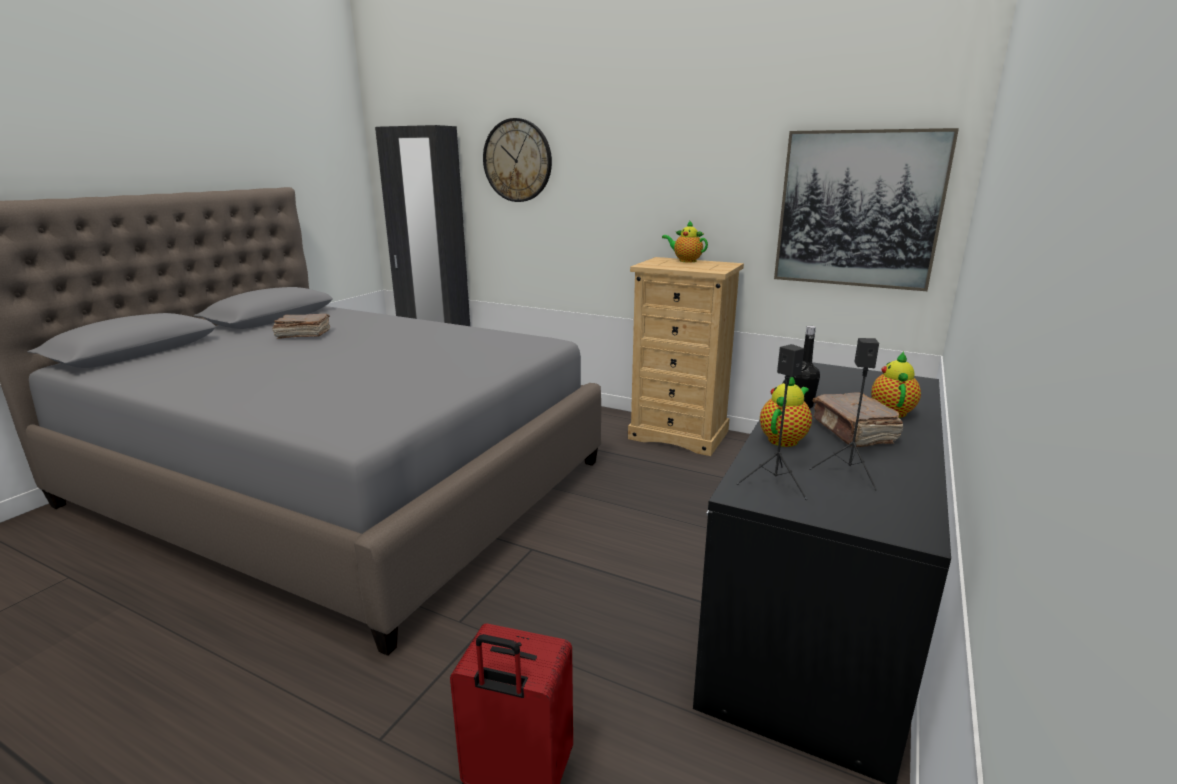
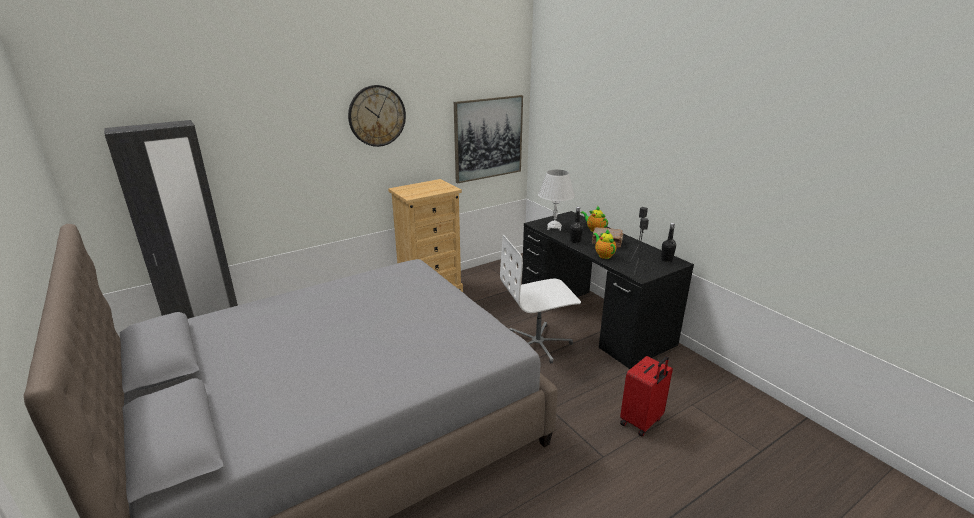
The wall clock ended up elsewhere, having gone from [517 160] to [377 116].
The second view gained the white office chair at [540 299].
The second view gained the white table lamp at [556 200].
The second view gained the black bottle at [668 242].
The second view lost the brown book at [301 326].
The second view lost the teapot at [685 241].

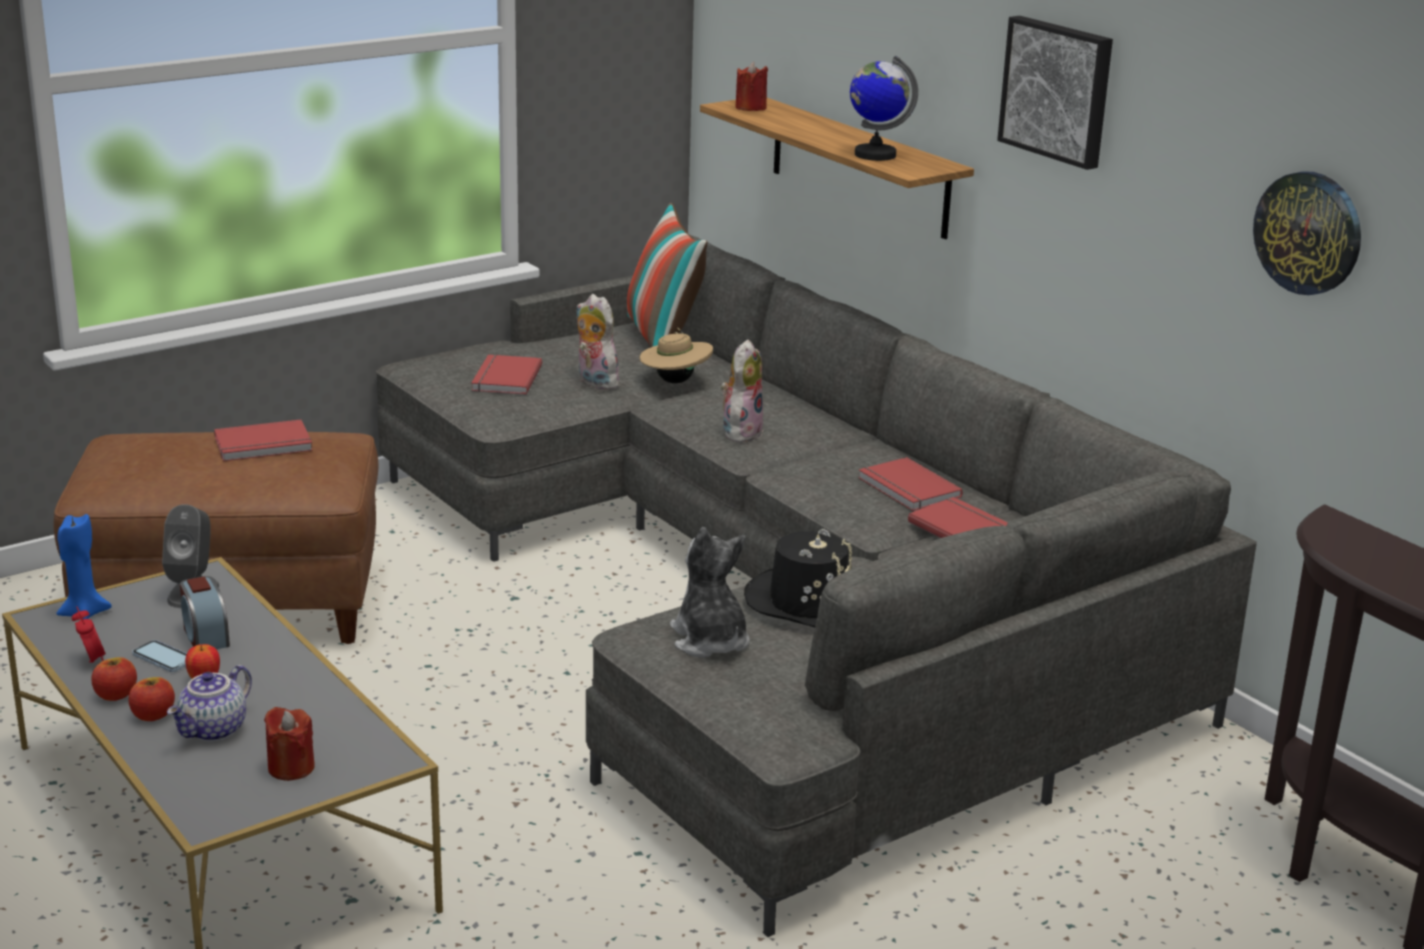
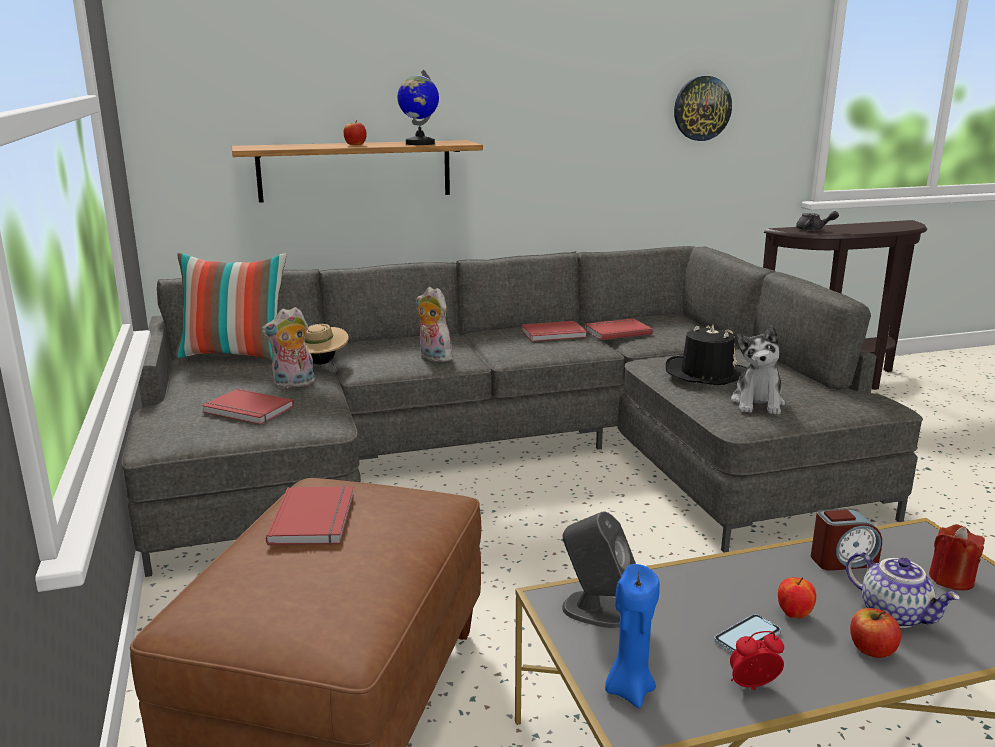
The apple ended up elsewhere, having gone from [114 679] to [355 132].
The plush toy at [710 592] ended up facing another way, 75 degrees counterclockwise from before.
The second view gained the grey teapot at [817 221].
The alarm clock ended up elsewhere, having gone from [205 612] to [846 539].
The second view lost the red candle at [751 86].
The second view lost the picture at [1055 93].

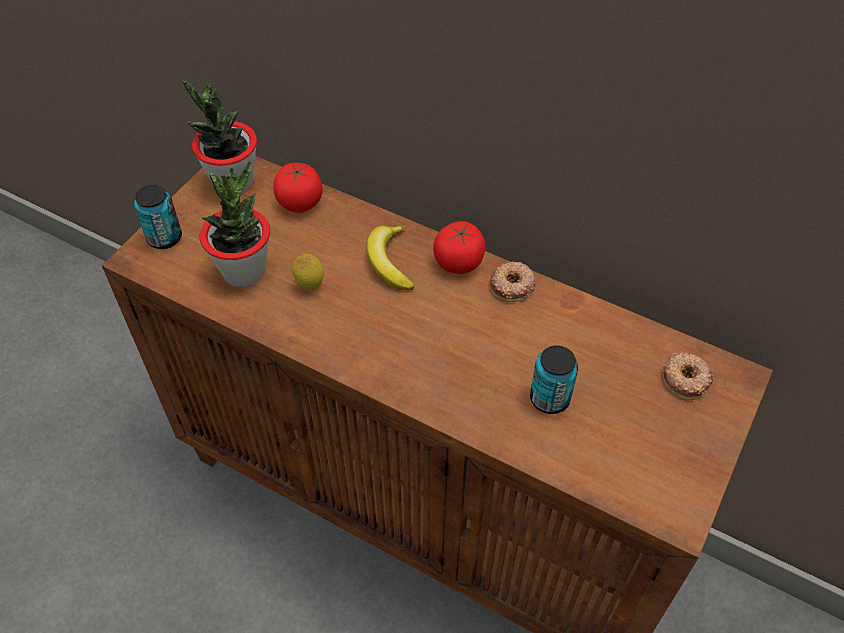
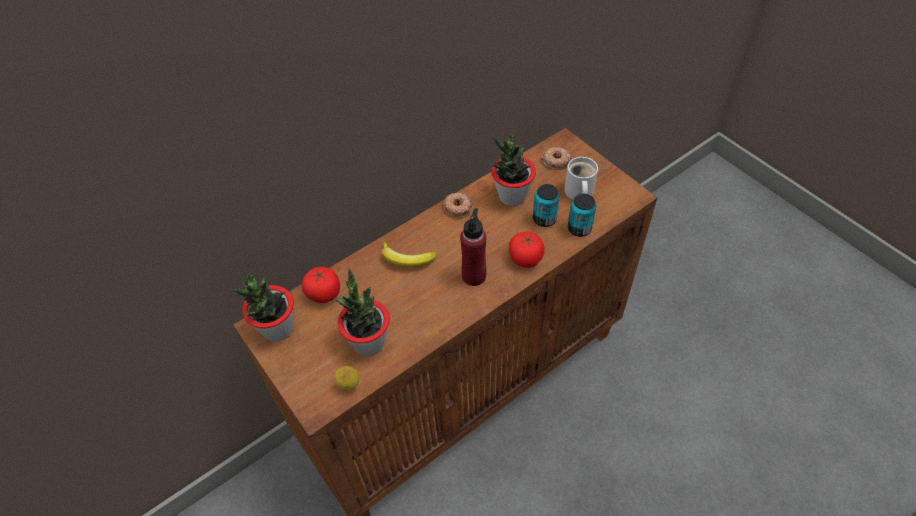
The lemon ended up elsewhere, having gone from [308 272] to [347 378].
The second view gained the red bottle at [473 247].
The second view gained the potted plant at [513 169].
The tomato ended up elsewhere, having gone from [459 247] to [527 250].
The second view gained the white mug at [581 178].
The can ended up elsewhere, having gone from [158 217] to [582 215].

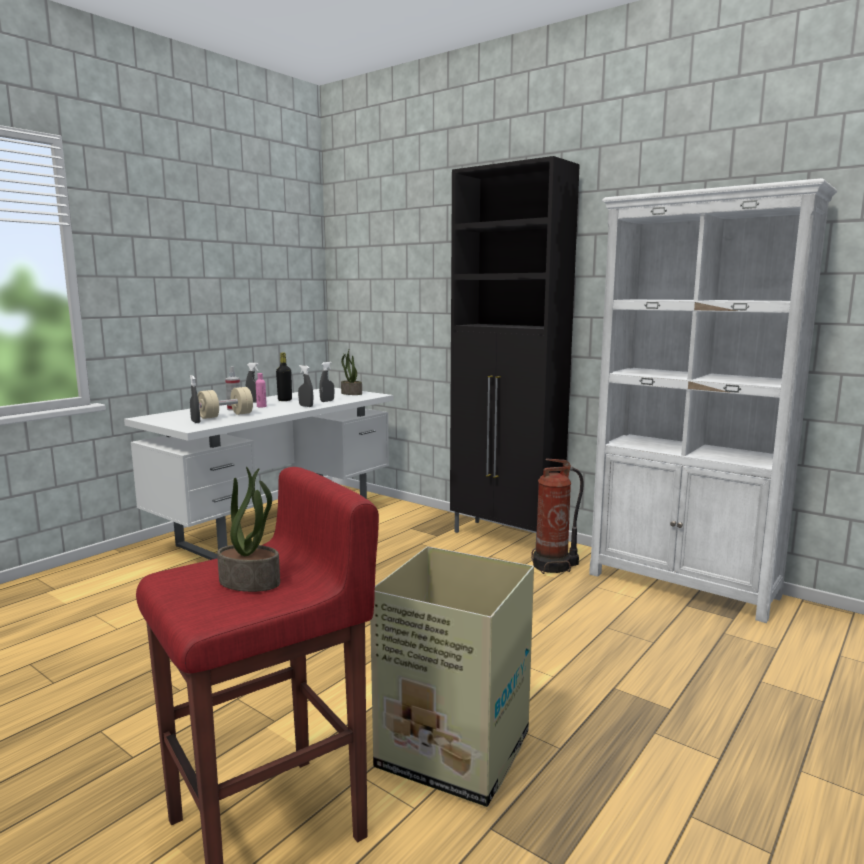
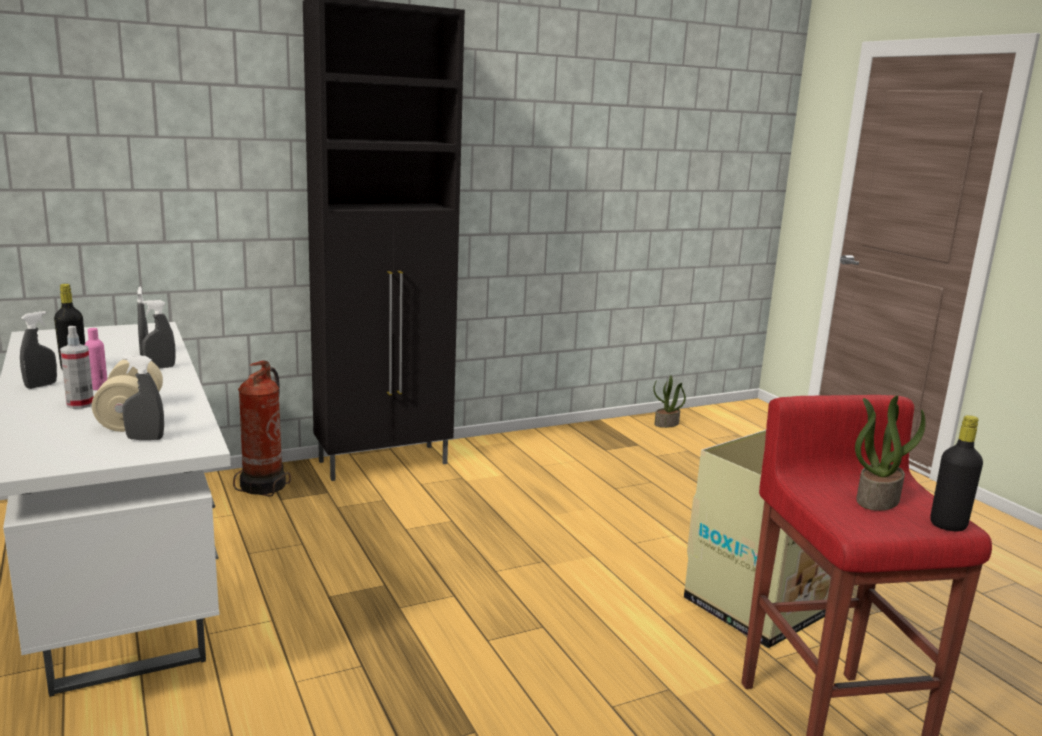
The fire extinguisher ended up elsewhere, having gone from [557 516] to [262 428].
The potted plant ended up elsewhere, having gone from [351 372] to [669 401].
The second view gained the black bottle at [956 473].
The second view lost the white bookcase at [713 400].

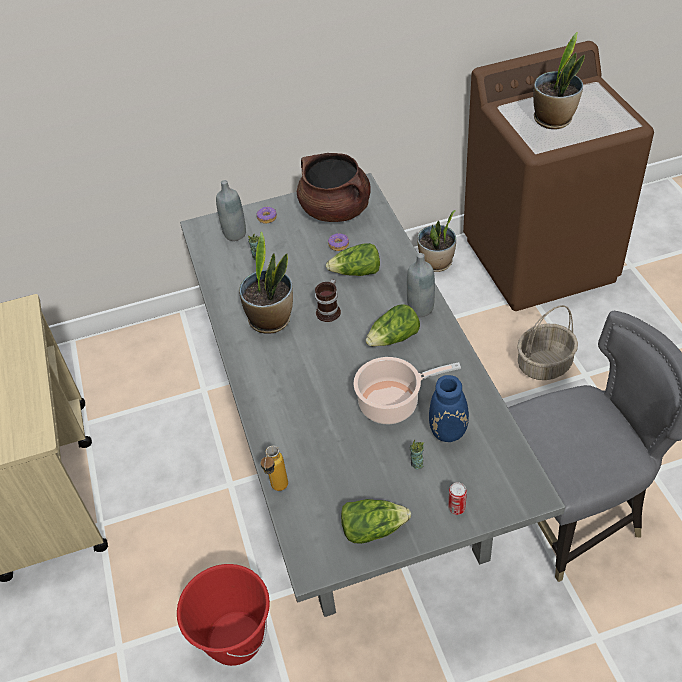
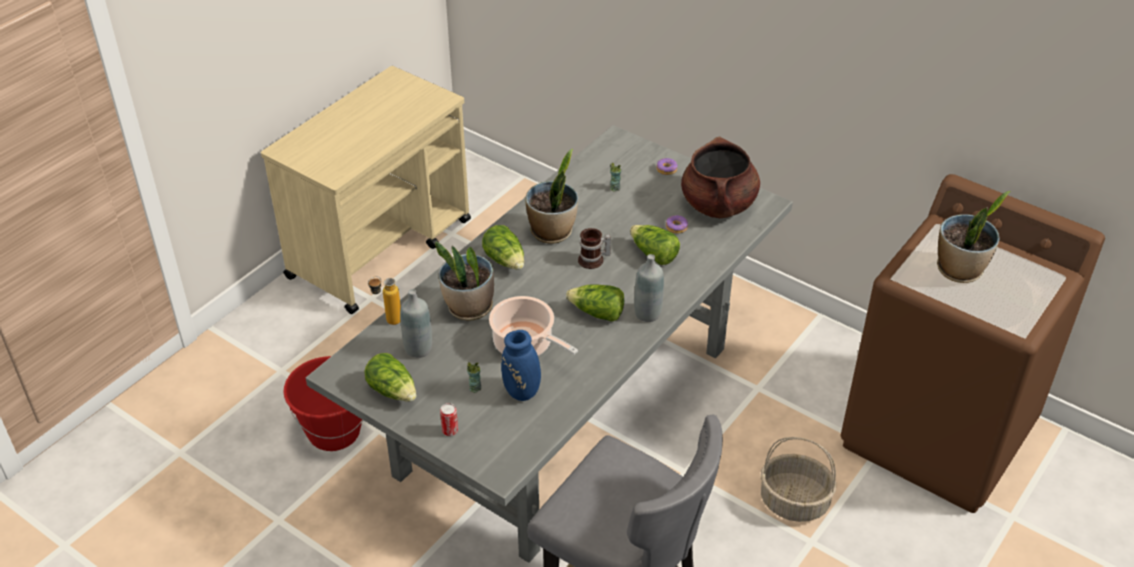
The grey bottle ended up elsewhere, having gone from [231 210] to [416 323].
The potted plant ended up elsewhere, having gone from [436 241] to [464 281].
The second view gained the lettuce at [503 247].

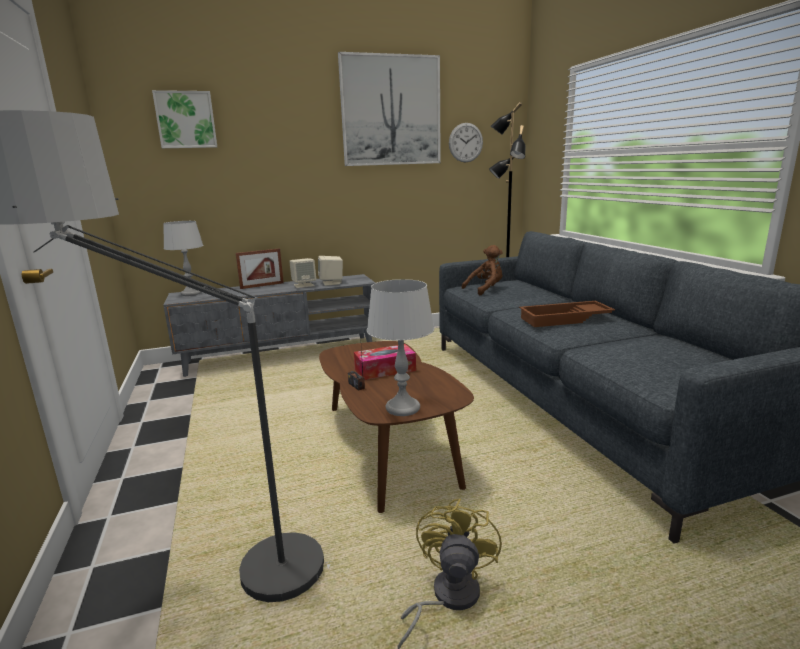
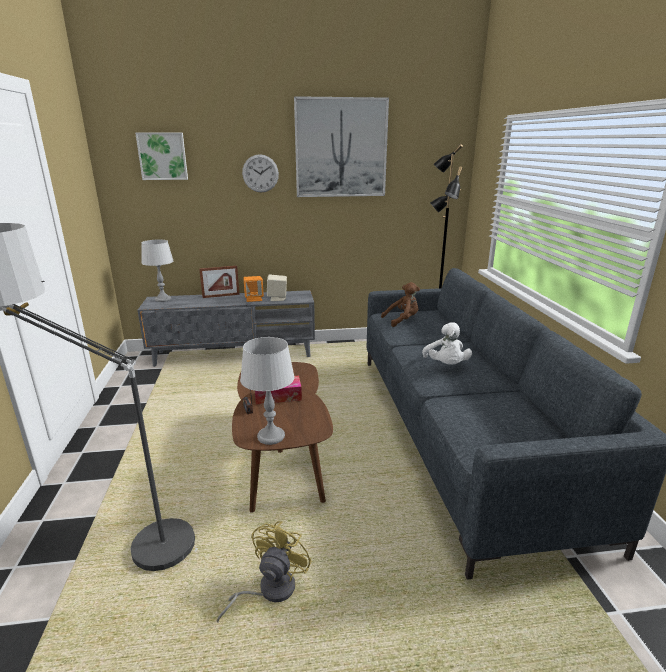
The wall clock ended up elsewhere, having gone from [466 143] to [260 173].
What was the beige speaker at [303 273] turned into the orange speaker at [253 289].
Where the brown tray stood at [567 314], the white plush toy came to stand at [447 343].

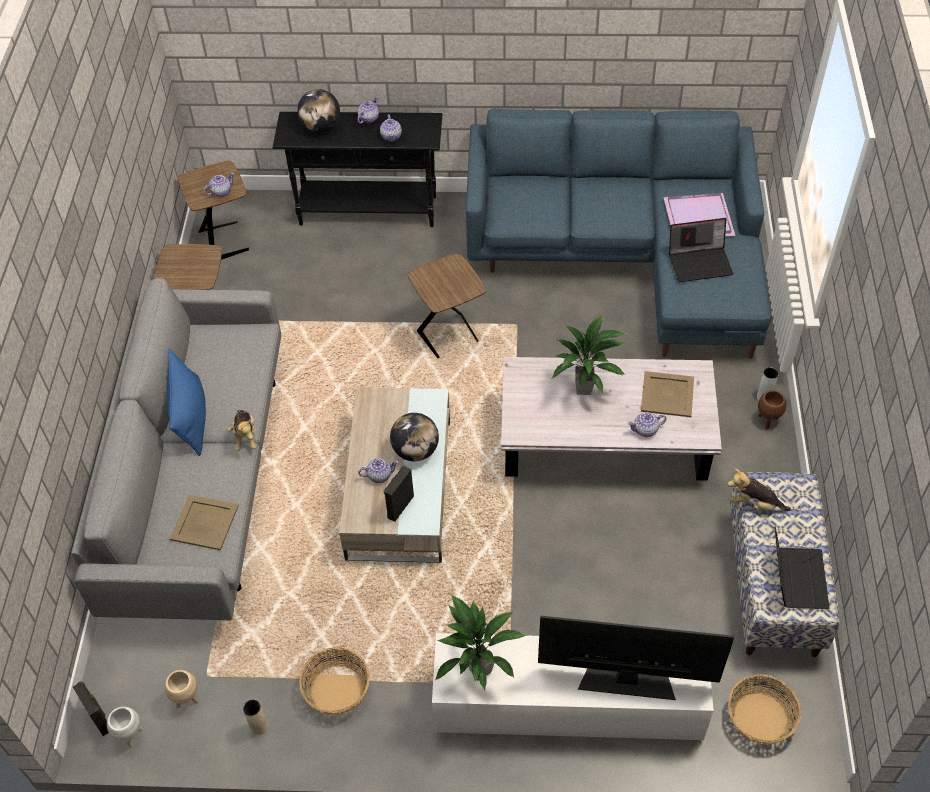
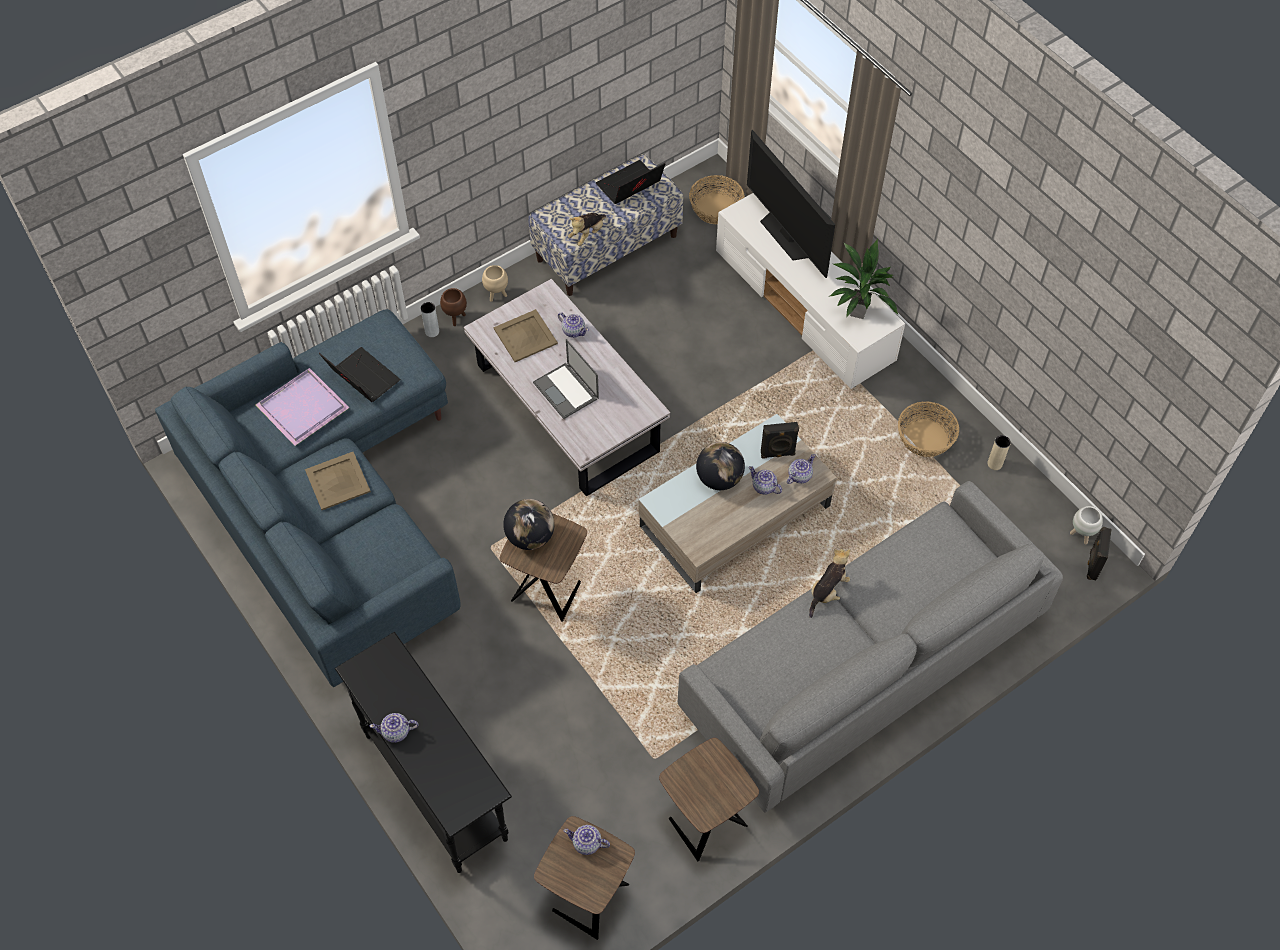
The beige tray ended up elsewhere, having gone from [204 522] to [338 481].
The beige planter ended up elsewhere, having gone from [182 689] to [495 283].
The globe ended up elsewhere, having gone from [318 111] to [529 524].
Where the potted plant stood at [589 355], the laptop came to stand at [566 379].
The plush toy at [759 490] ended up facing another way, 60 degrees clockwise from before.
The teapot ended up elsewhere, having gone from [391 128] to [801 469].
The second view lost the blue pillow at [186 402].

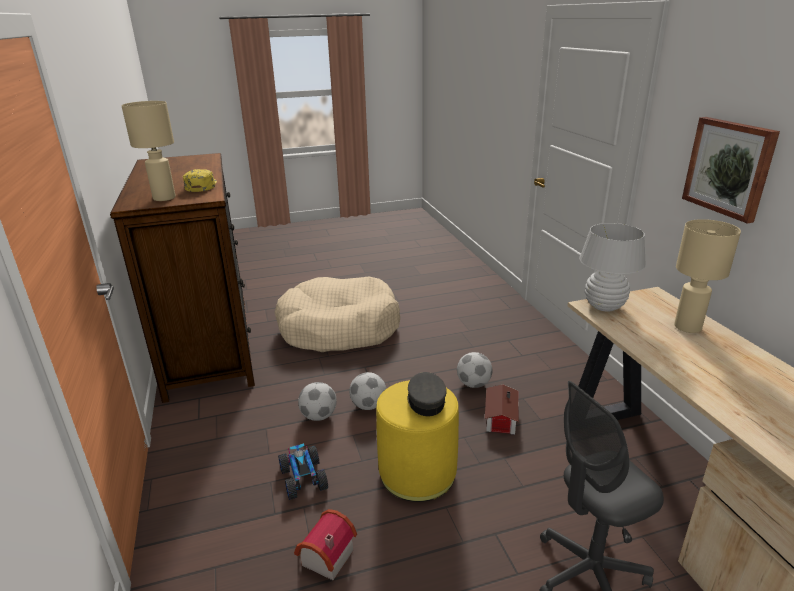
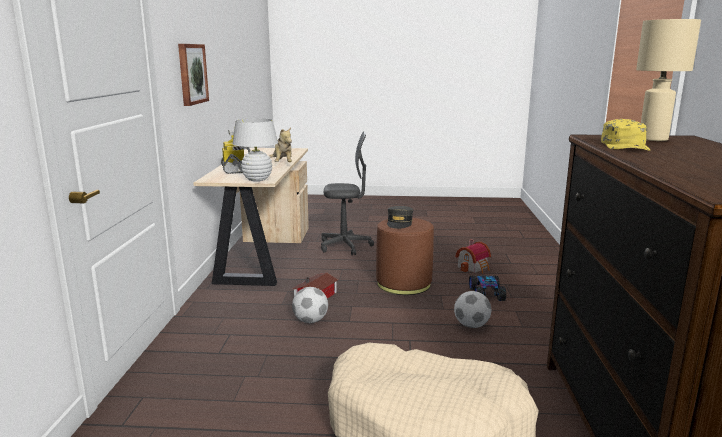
Where the beige table lamp stood at [707 276], the toy robot came to stand at [235 151].
The second view gained the plush toy at [281 144].
What was the yellow ottoman at [417 441] turned into the brown ottoman at [405 256].
The second view lost the football at [367 391].

